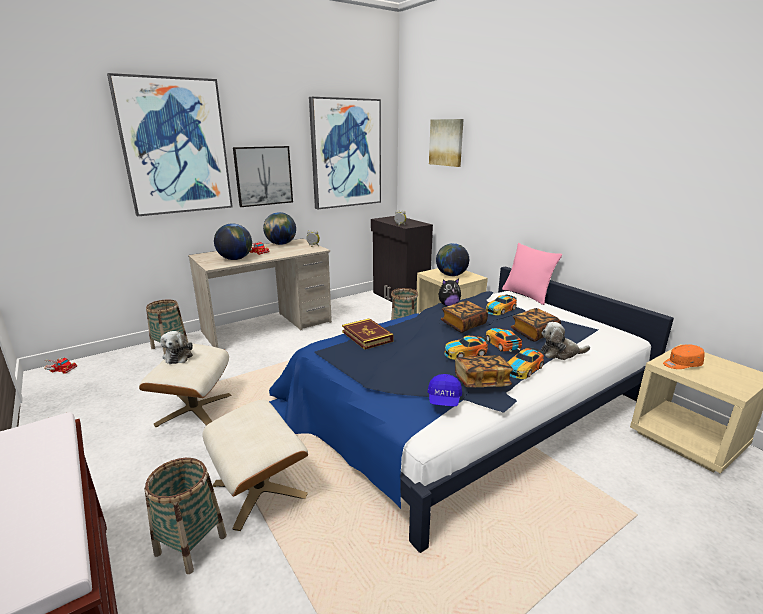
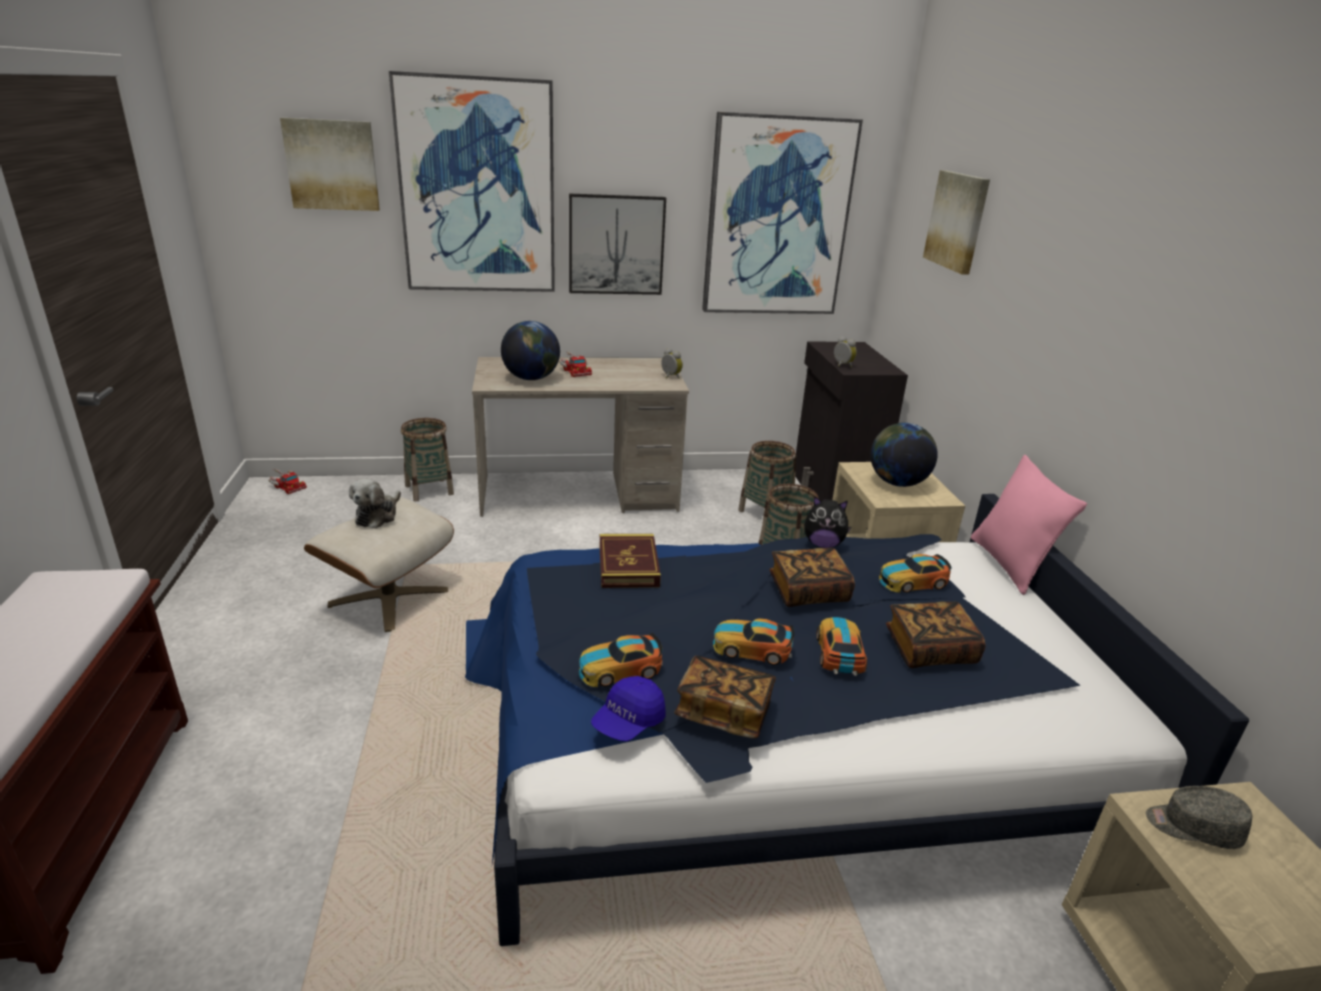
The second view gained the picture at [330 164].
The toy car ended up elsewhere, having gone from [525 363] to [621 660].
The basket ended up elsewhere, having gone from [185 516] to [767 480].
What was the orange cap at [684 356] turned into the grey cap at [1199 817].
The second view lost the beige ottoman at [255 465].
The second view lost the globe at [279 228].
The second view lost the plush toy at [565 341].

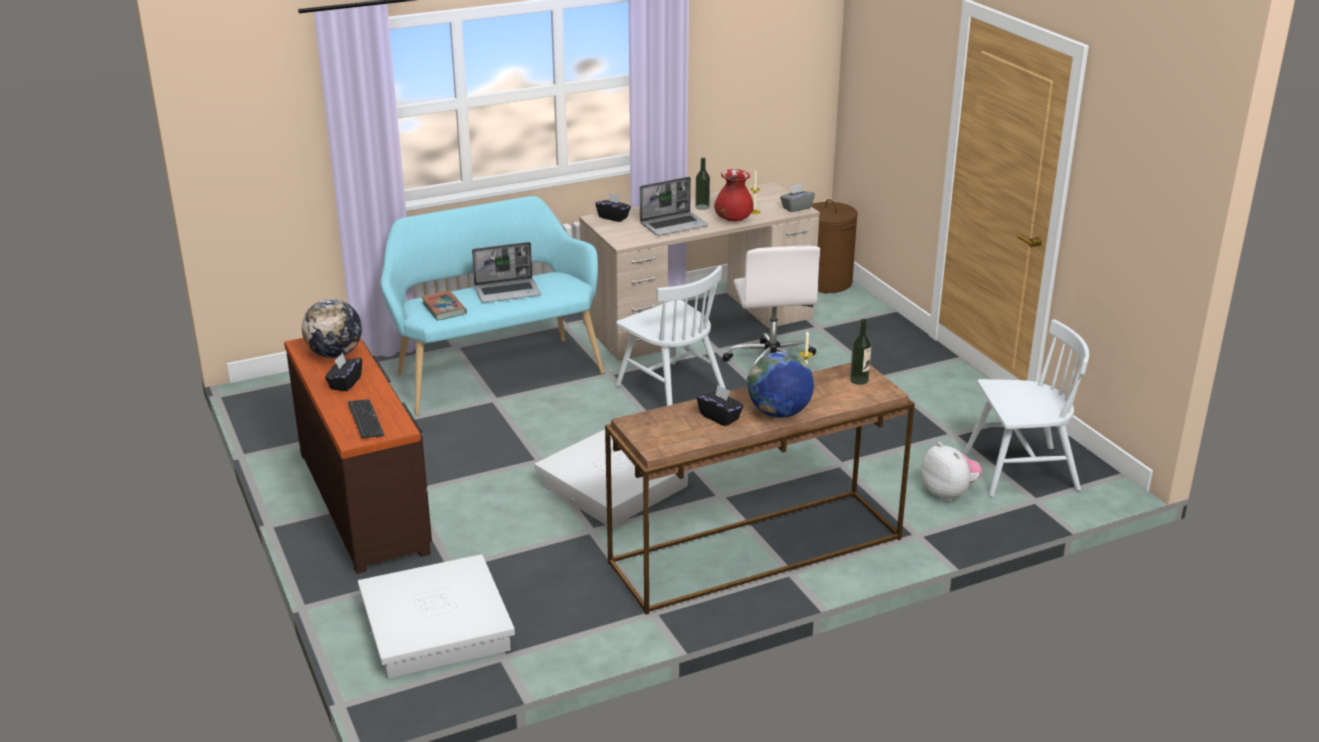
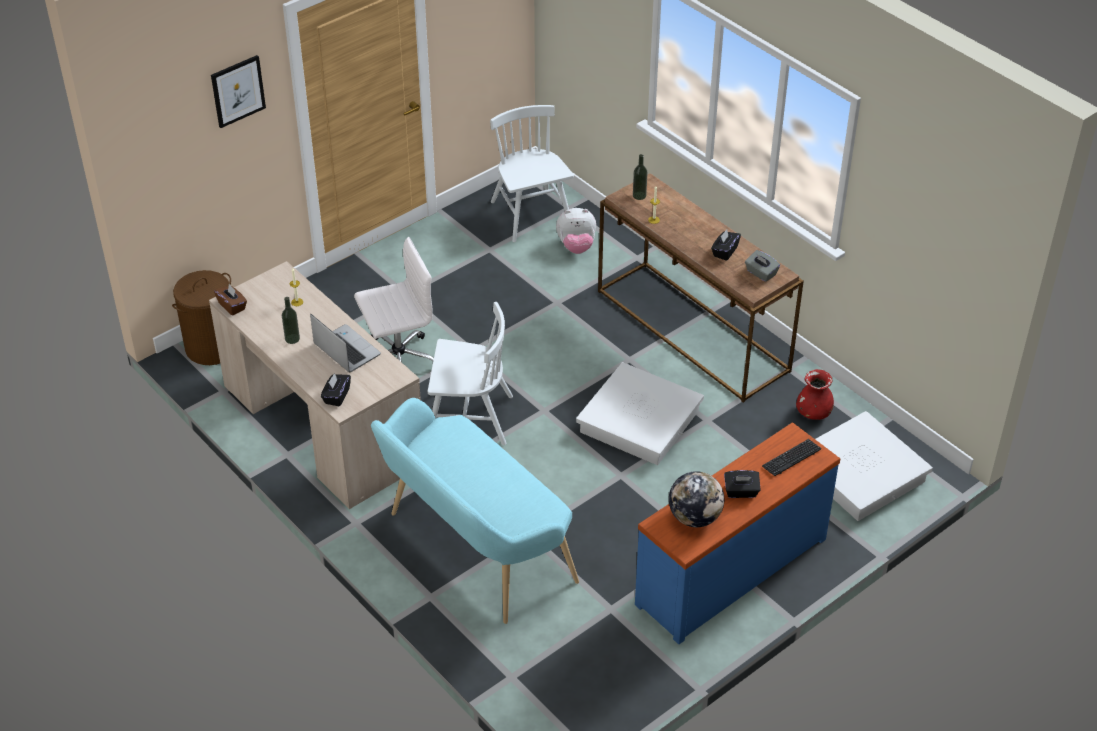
The second view gained the picture at [238 91].
The second view gained the brown tissue box at [230 300].
The white chair at [670 336] ended up facing another way, 60 degrees clockwise from before.
The plush toy at [951 472] ended up facing another way, 135 degrees counterclockwise from before.
What was the brown dresser at [358 456] turned into the blue dresser at [737 533].
The grey tissue box ended up elsewhere, having gone from [797 198] to [762 266].
The red vase ended up elsewhere, having gone from [734 195] to [815 394].
The second view lost the book at [444 305].
The second view lost the laptop at [506 272].
The second view lost the globe at [781 385].

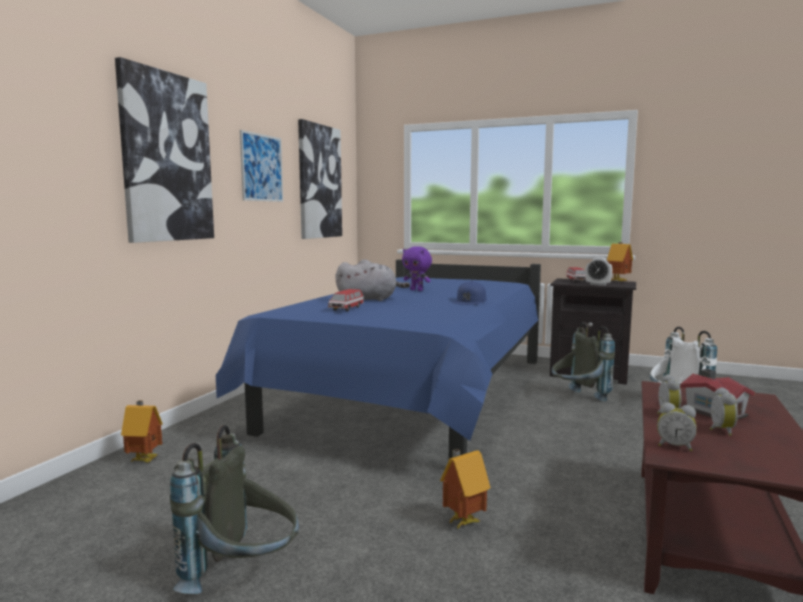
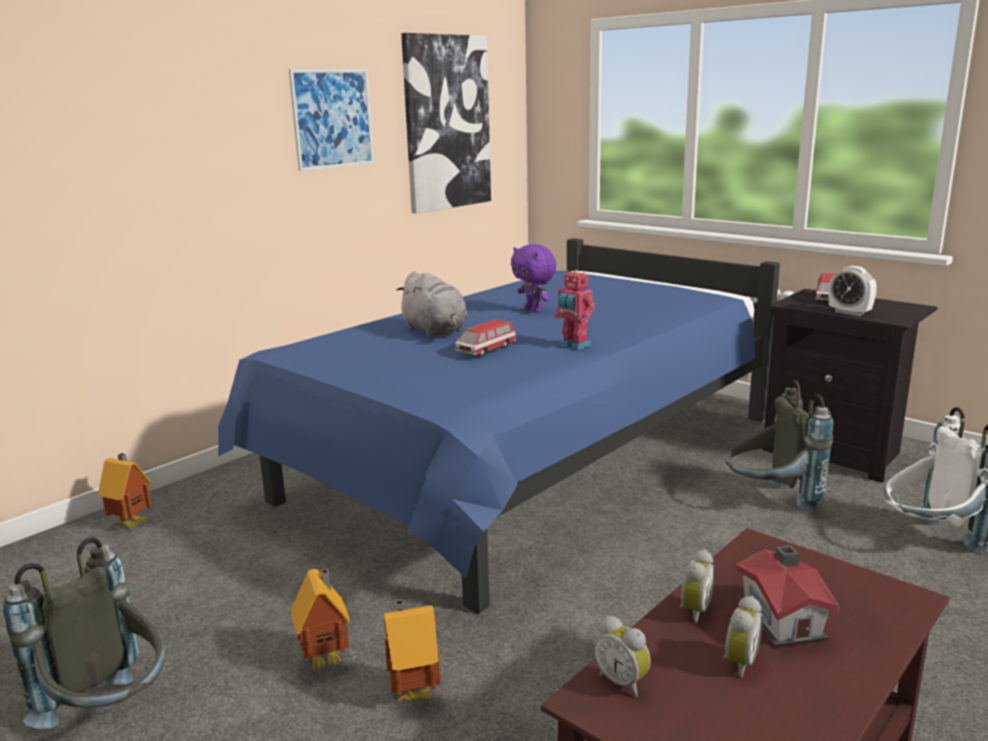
The toy house ended up elsewhere, having gone from [620 261] to [320 619].
The grey plush toy at [372 280] ended up facing another way, 45 degrees clockwise from before.
The toy car ended up elsewhere, having gone from [346 300] to [485 338].
Where the blue cap stood at [469 293], the toy robot came to stand at [574 310].
The second view lost the picture at [164 150].

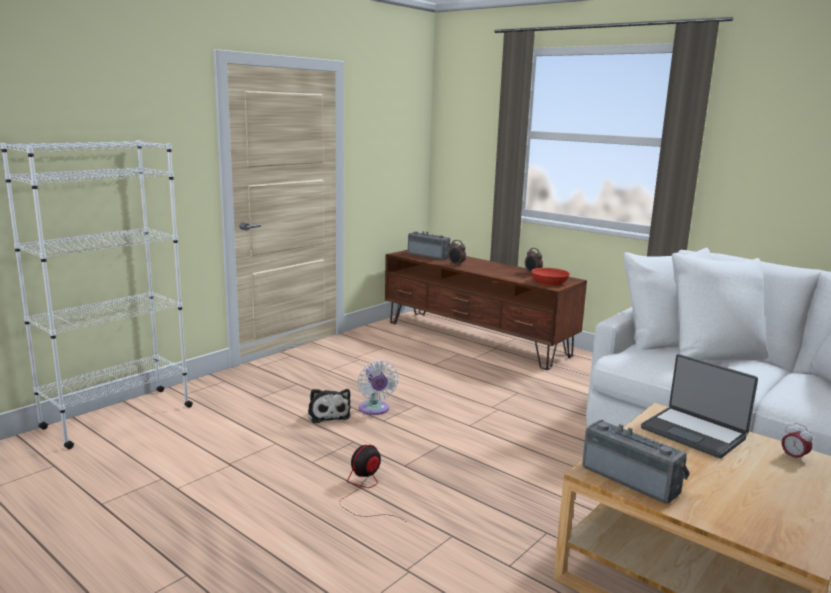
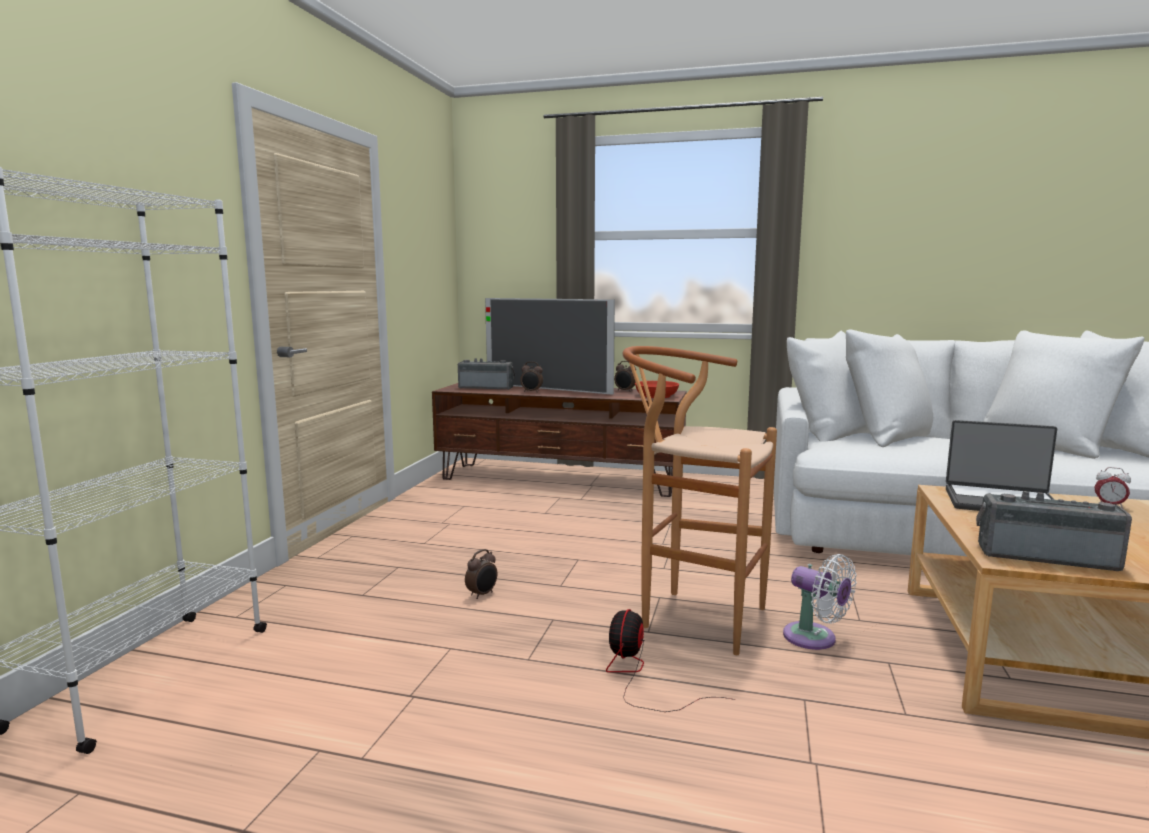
Where the plush toy stood at [329 406], the alarm clock came to stand at [481 574].
The second view gained the television at [550 346].
The second view gained the brown stool at [700 500].
The white fan ended up elsewhere, having gone from [377 387] to [820 602].

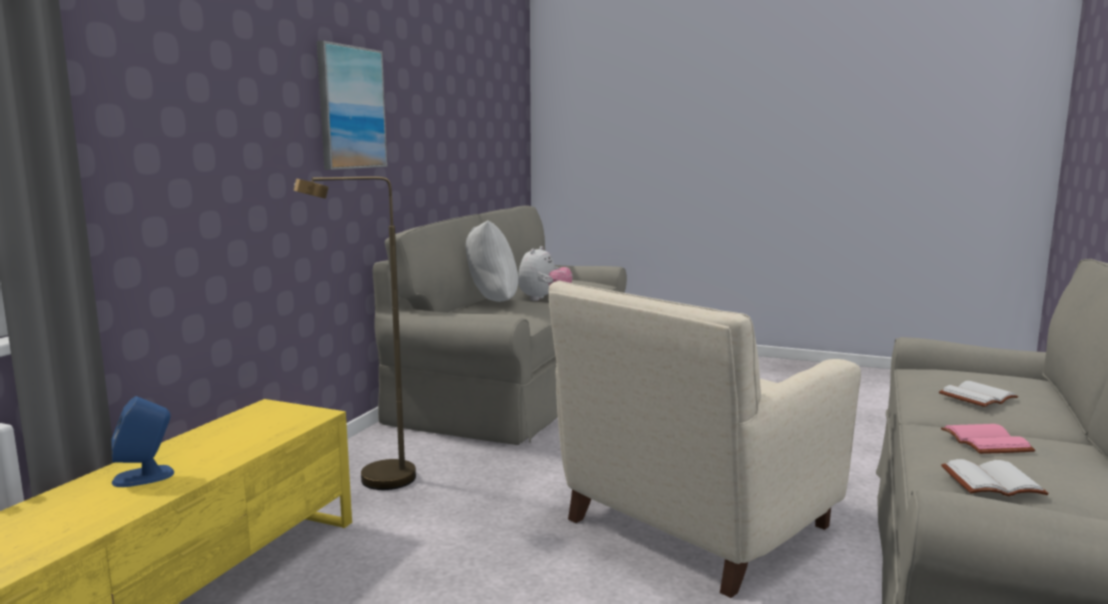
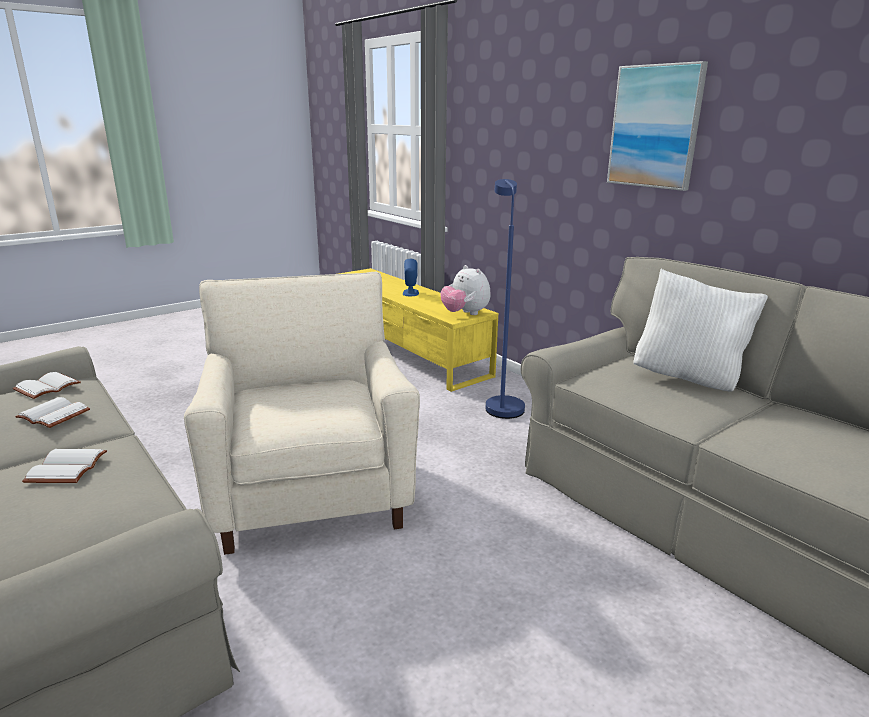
What was the pink book at [988 439] turned into the white book at [52 412].
The plush toy ended up elsewhere, having gone from [545 273] to [465 290].
What was the brown floor lamp at [354 333] turned into the blue floor lamp at [505 299].

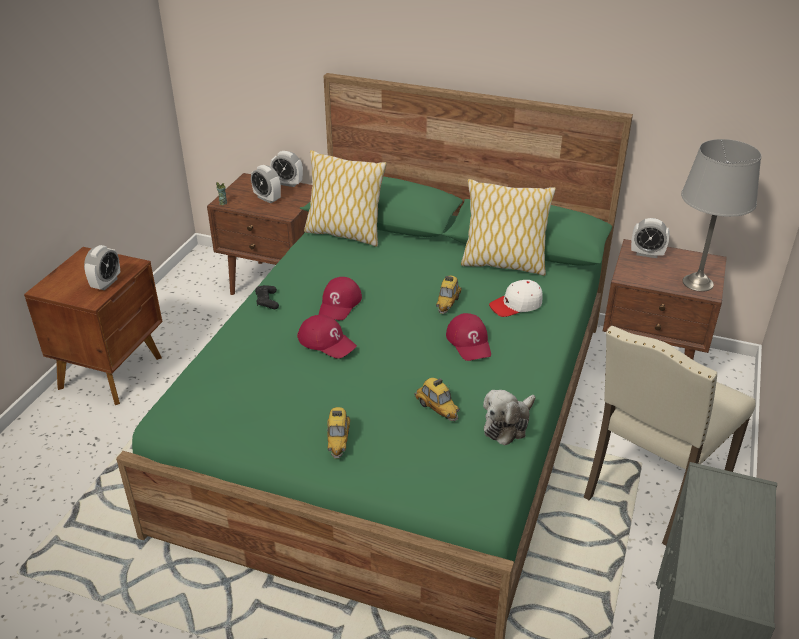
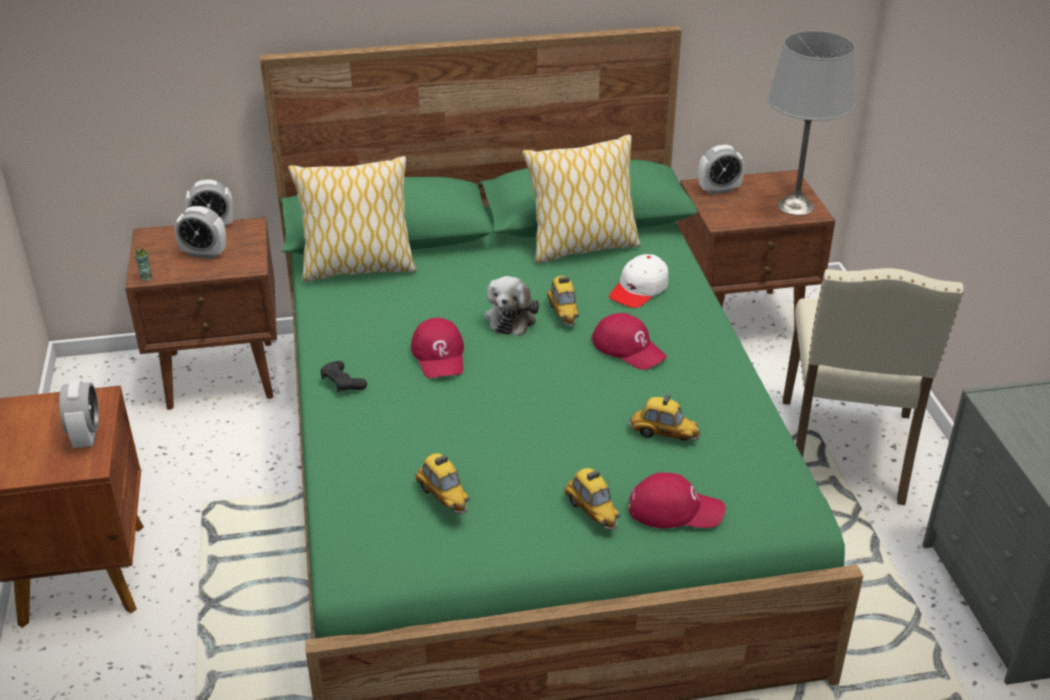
The second view gained the toy car at [442 484].
The plush toy ended up elsewhere, having gone from [509 418] to [512 306].
The red cap ended up elsewhere, having gone from [327 336] to [677 500].

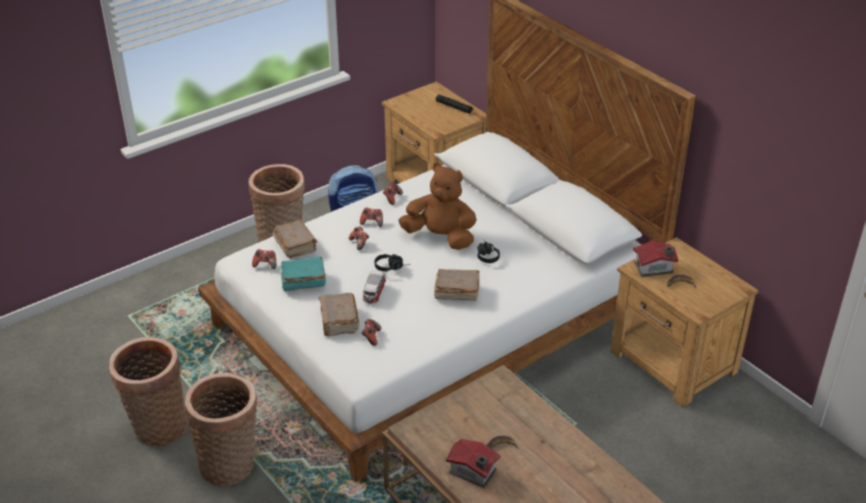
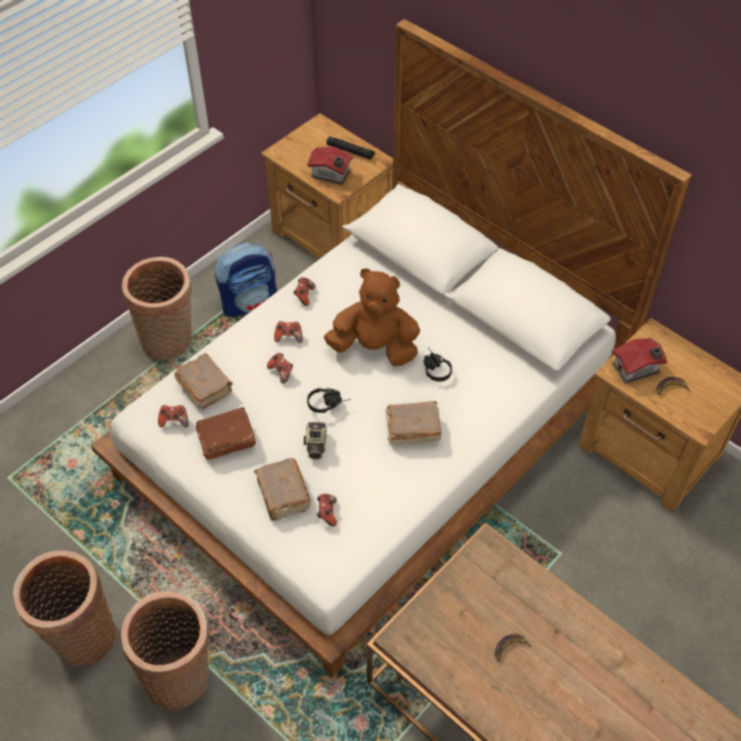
What was the turquoise book at [303 274] turned into the brown book at [225 433].
Where the toy car stood at [374 287], the photo camera came to stand at [315 441].
The toy house ended up elsewhere, having gone from [473 463] to [330 166].

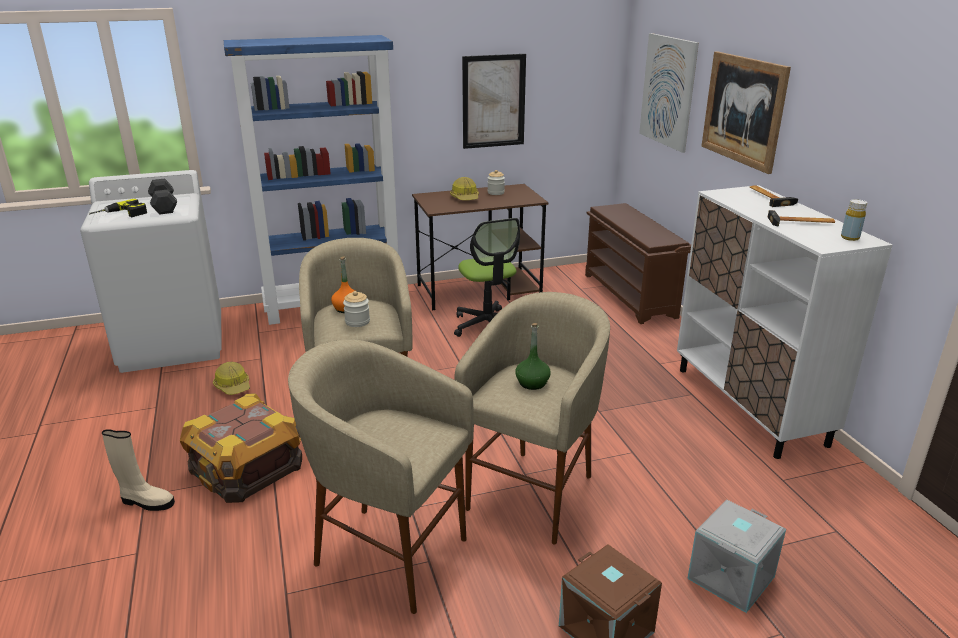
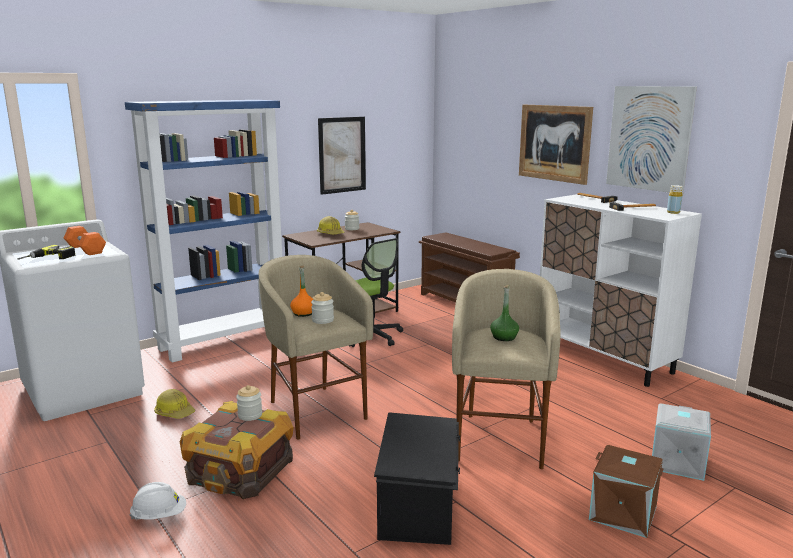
What was the black dumbbell at [162 197] turned into the orange dumbbell at [85 240].
Where the beige boot stood at [138 470], the white hard hat came to stand at [157 501].
The second view gained the jar at [249 403].
Where the beige stool stood at [381 476], the black storage box came to stand at [417 478].
The picture ended up elsewhere, having gone from [669 93] to [651 140].

